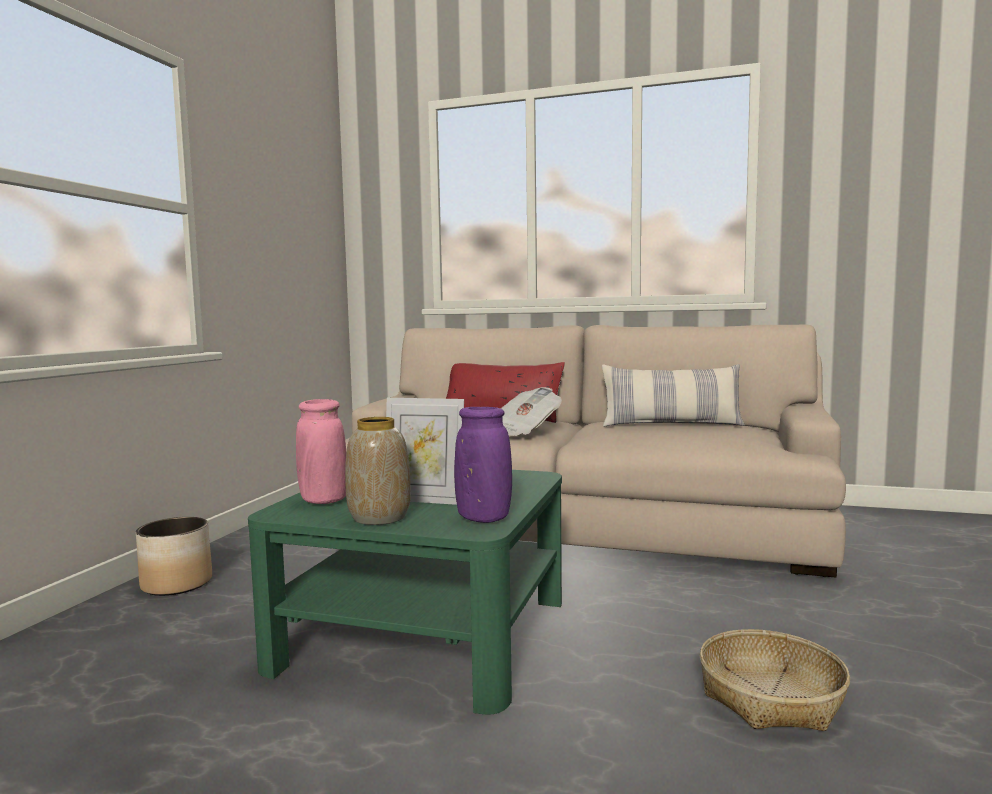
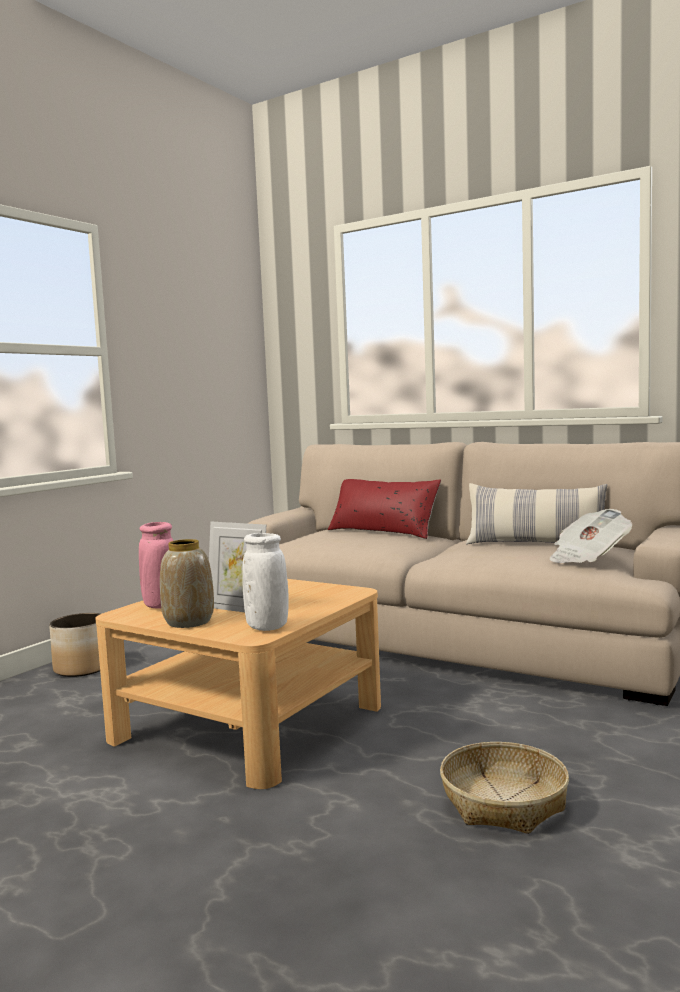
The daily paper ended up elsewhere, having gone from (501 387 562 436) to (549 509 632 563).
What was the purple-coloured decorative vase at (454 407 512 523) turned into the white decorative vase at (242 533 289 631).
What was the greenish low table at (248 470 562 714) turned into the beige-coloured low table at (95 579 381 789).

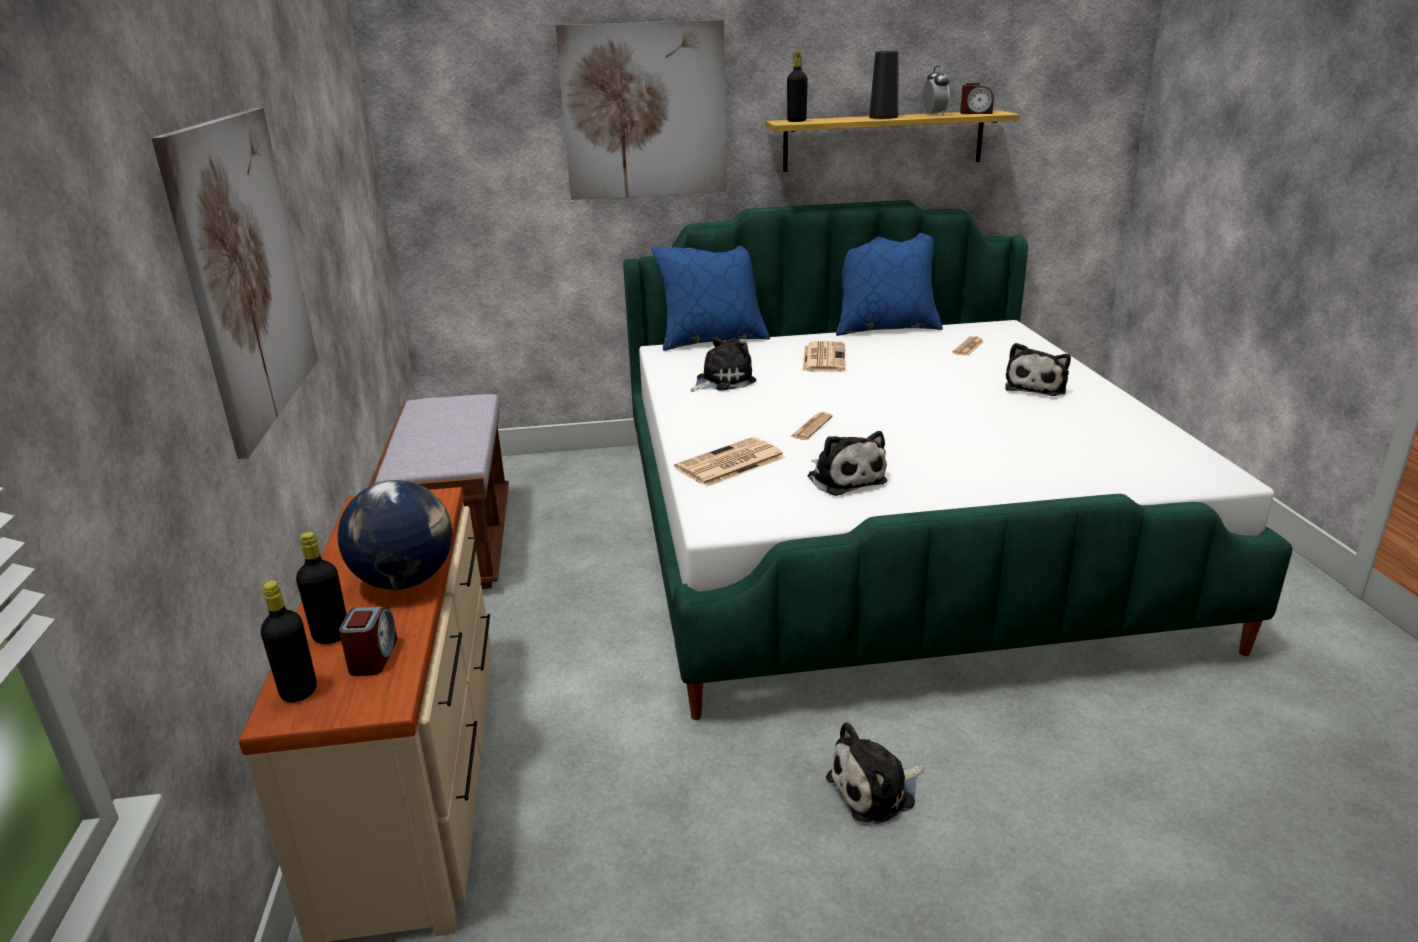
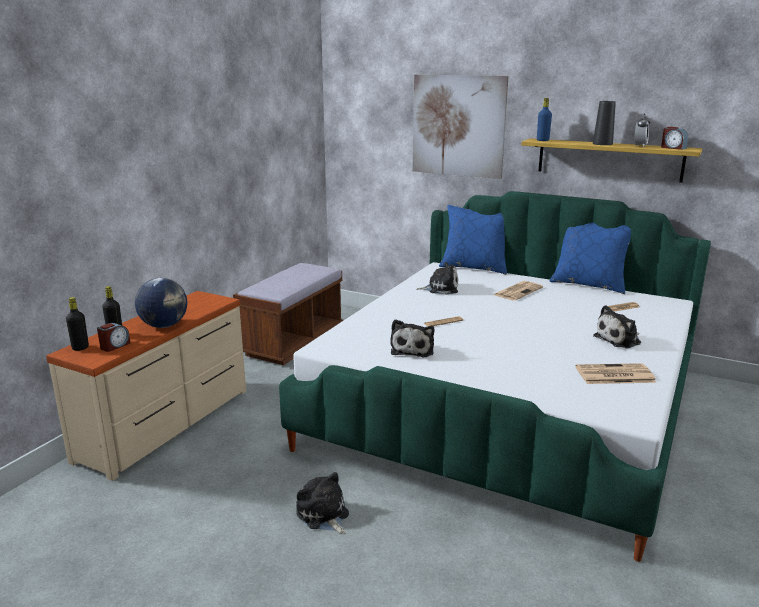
What was the blackish drink bottle at (787 52 808 122) turned into the bluish drink bottle at (537 98 552 141).
The second view lost the wall picture at (152 108 318 459).
The daily paper ended up elsewhere, having gone from (674 437 786 487) to (576 363 656 384).
The cuddly toy at (826 722 924 824) ended up facing another way, 45 degrees clockwise from before.

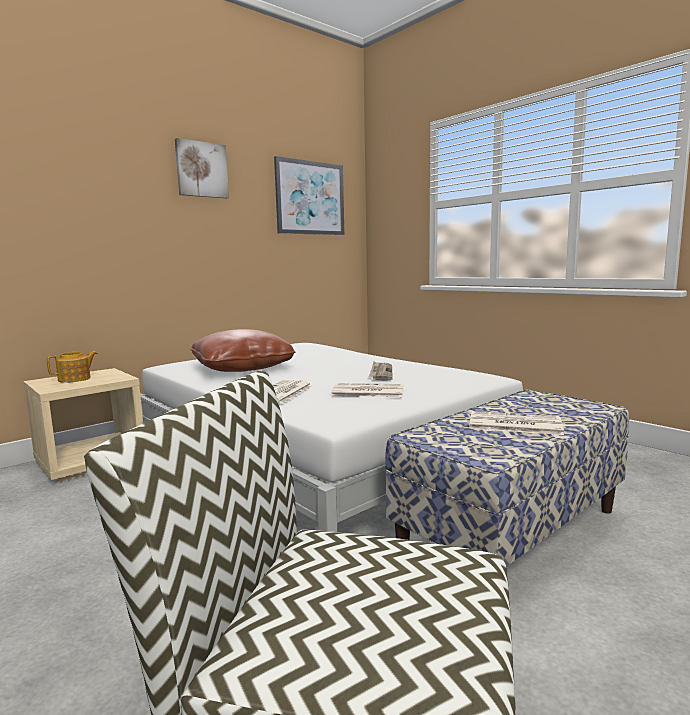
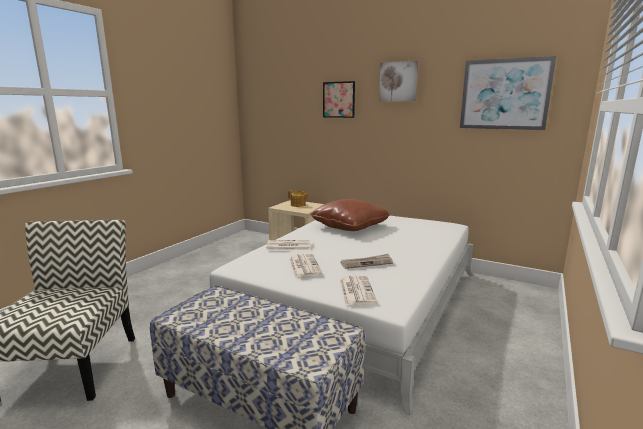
The daily paper ended up elsewhere, having gone from (469 411 564 435) to (340 275 377 306).
The second view gained the wall picture at (323 81 355 118).

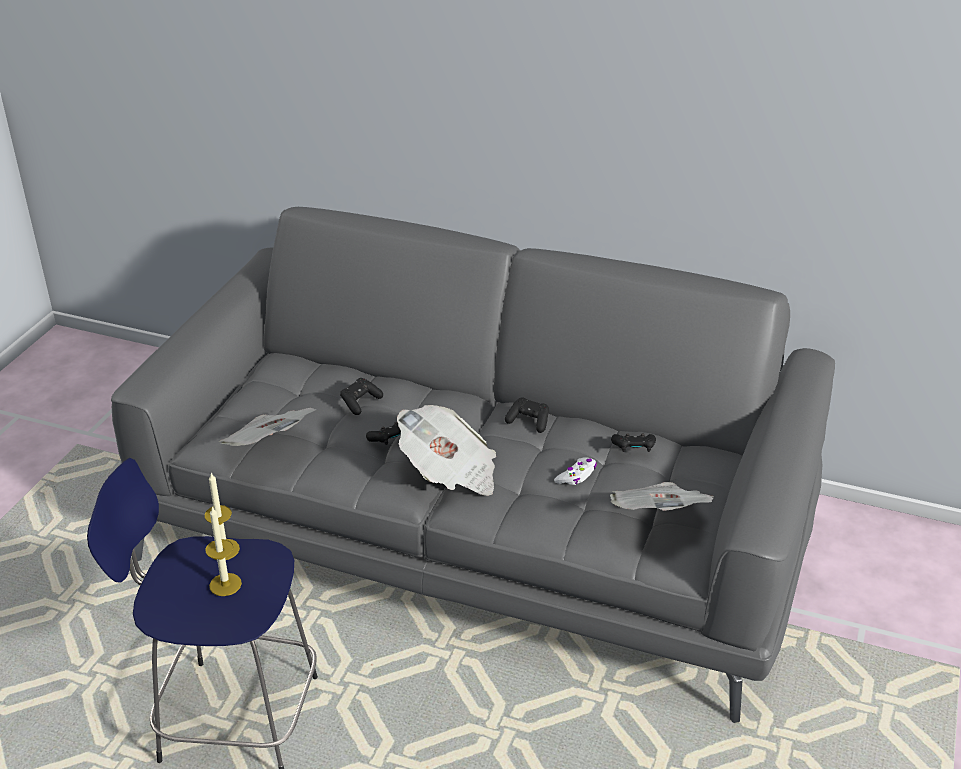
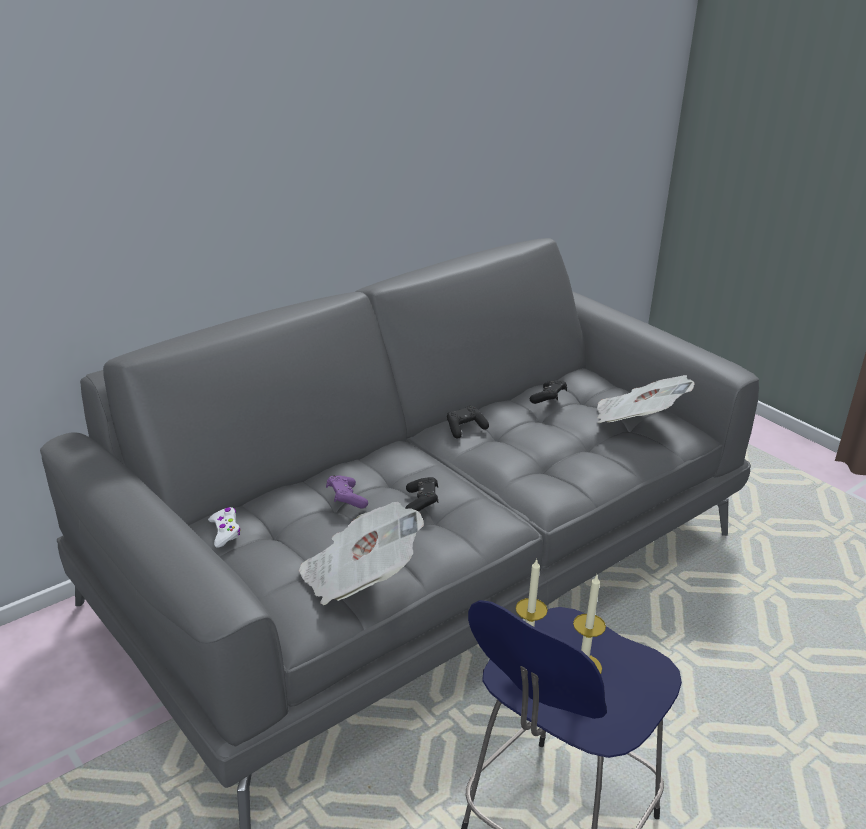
What was the blackish game controller at (340 378 383 415) turned into the purple-coloured game controller at (326 476 368 508).
The second view lost the daily paper at (397 405 496 496).
The white game controller ended up elsewhere, having gone from (554 457 597 485) to (208 507 240 548).

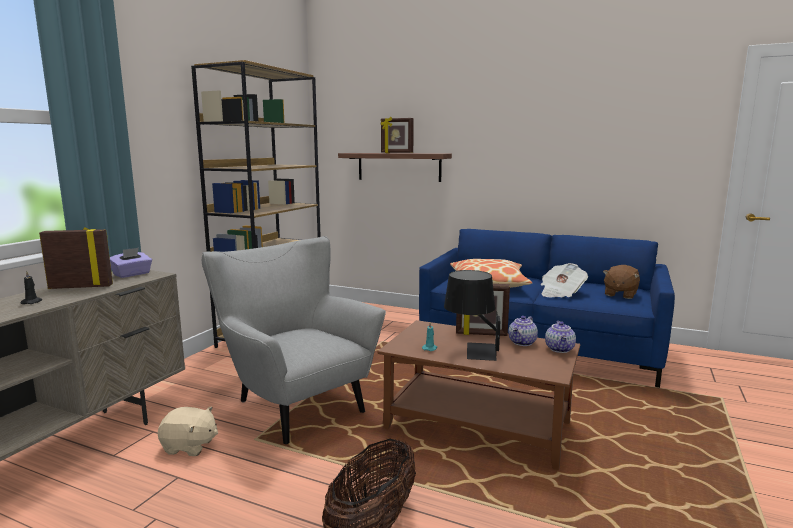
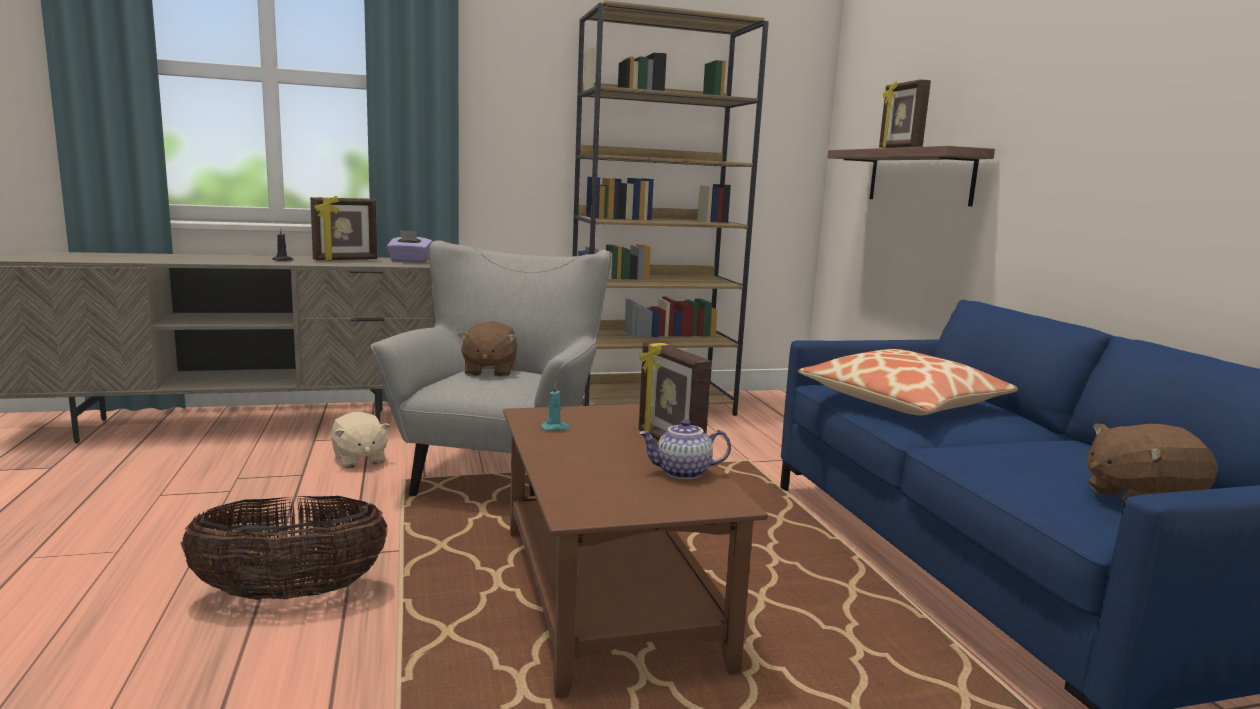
The picture frame at (39 227 113 289) ended up facing another way, 105 degrees clockwise from before.
The second view lost the daily paper at (541 263 588 297).
The second view lost the blackish lamp for a table at (444 270 500 361).
The second view lost the pot for tea at (545 321 576 353).
The second view gained the brown cuddly toy at (458 321 517 377).

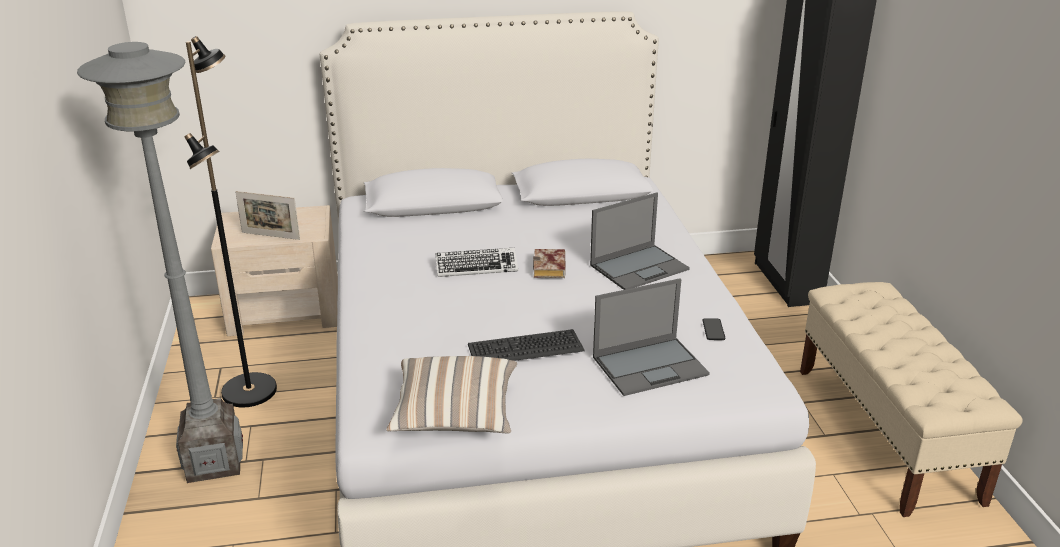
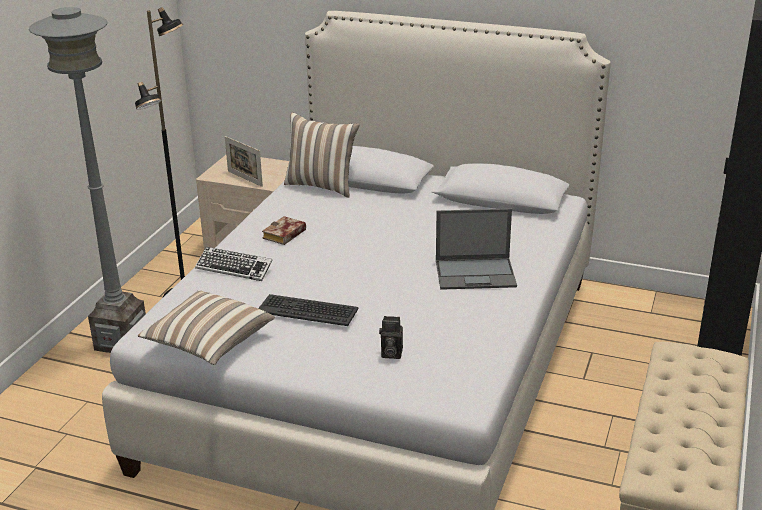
The computer keyboard ended up elsewhere, having gone from (435 248 518 277) to (195 247 273 281).
The bound book ended up elsewhere, having gone from (533 249 565 278) to (262 216 306 245).
Where the laptop stood at (593 278 710 396), the photo camera came to stand at (379 316 403 359).
The second view lost the telephone at (702 318 725 340).
The second view gained the cushion at (284 112 360 198).

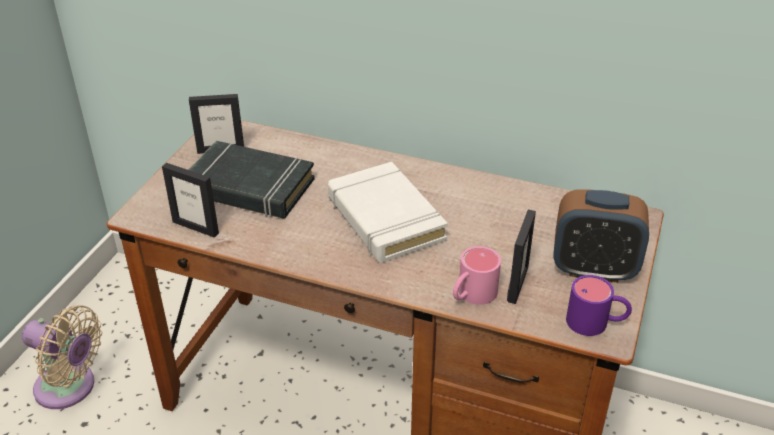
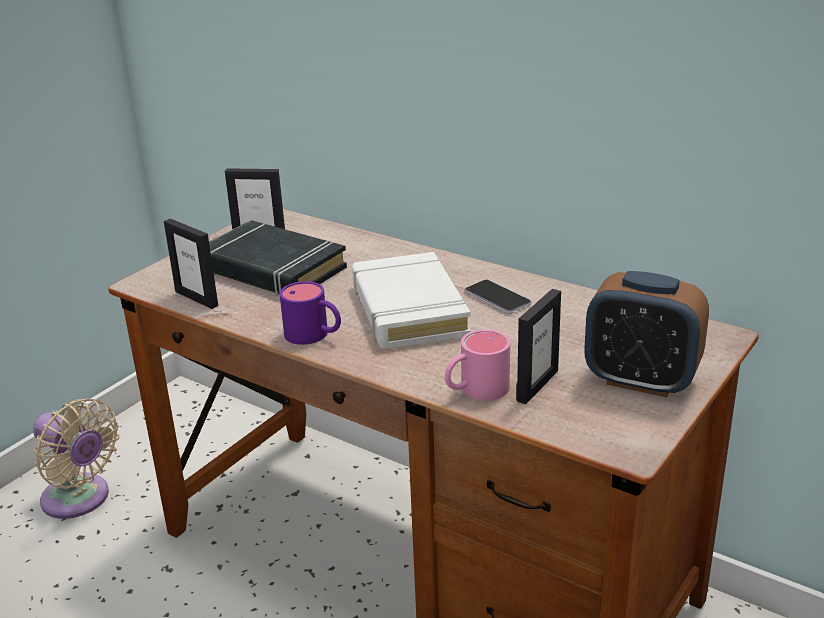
The purple-coloured tea mug ended up elsewhere, having gone from (566 275 632 336) to (280 281 341 345).
The second view gained the telephone at (465 280 532 314).

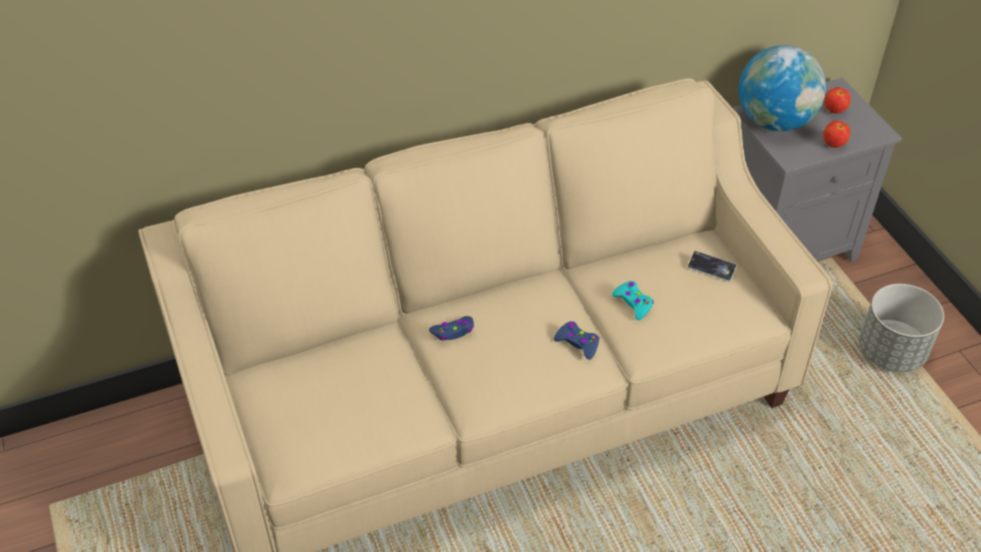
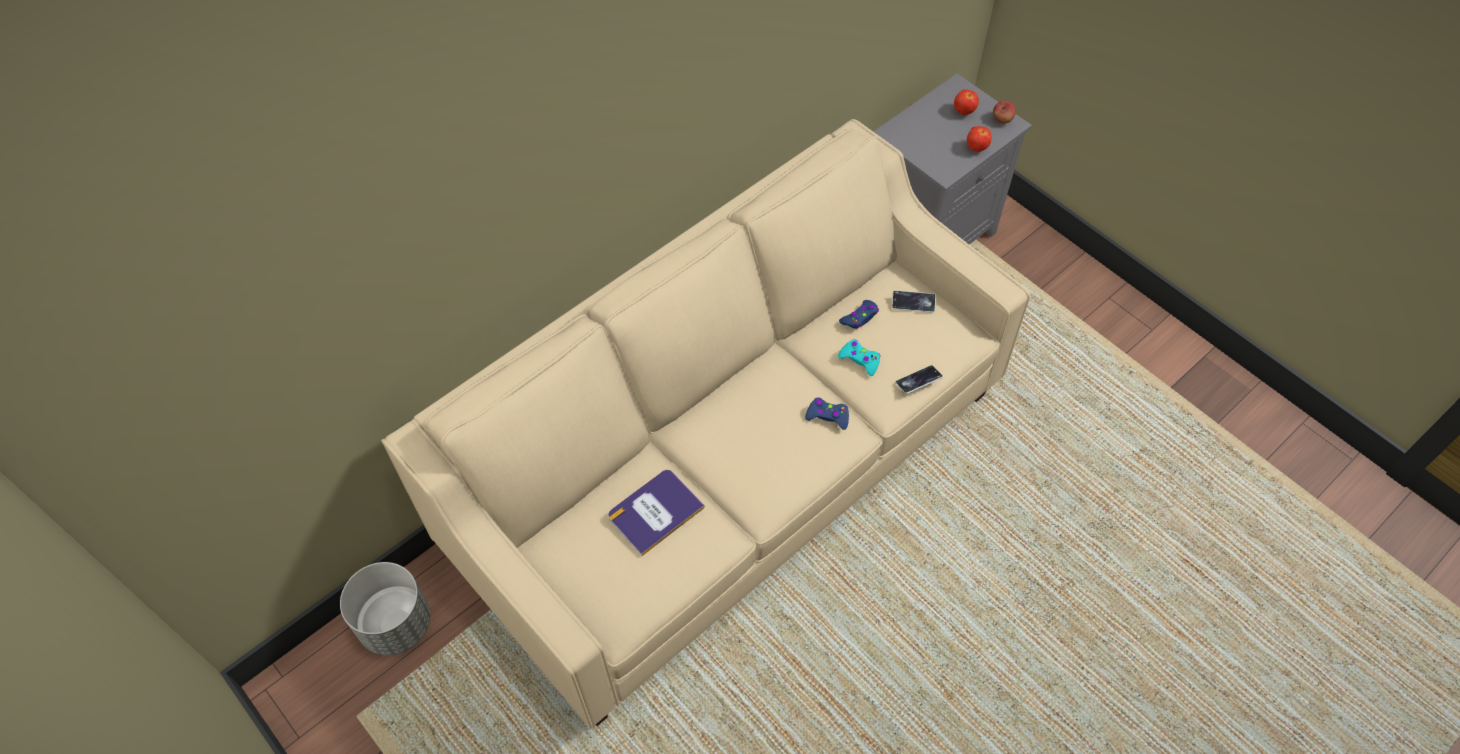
The second view lost the globe at (739 45 826 131).
The greyish flower pot ended up elsewhere, having gone from (859 284 944 372) to (340 562 430 655).
The bluish game controller ended up elsewhere, having gone from (429 316 474 341) to (839 300 879 329).
The second view gained the apple fruit at (993 101 1016 124).
The second view gained the telephone at (895 365 943 394).
The second view gained the bound book at (608 470 705 556).

